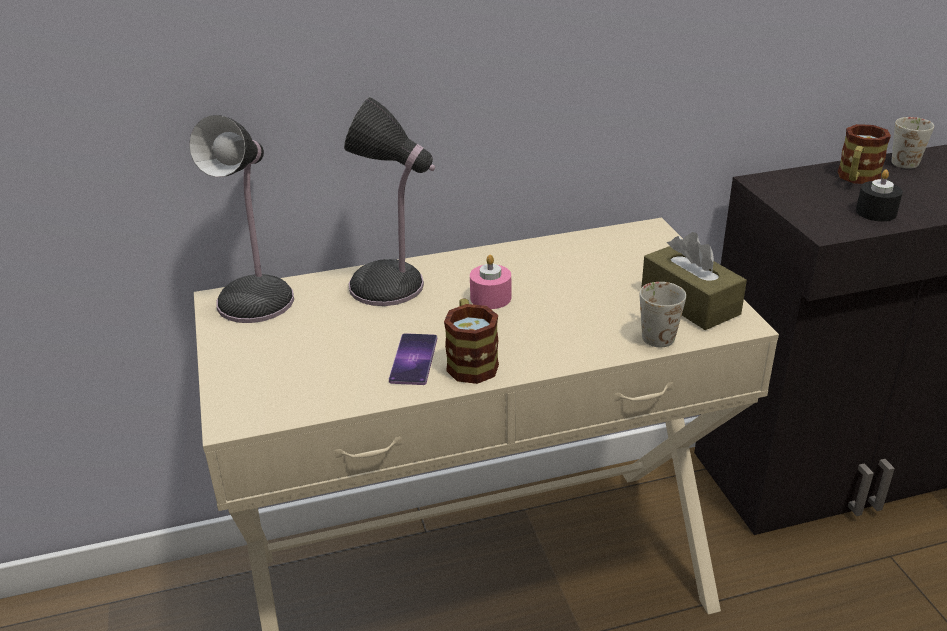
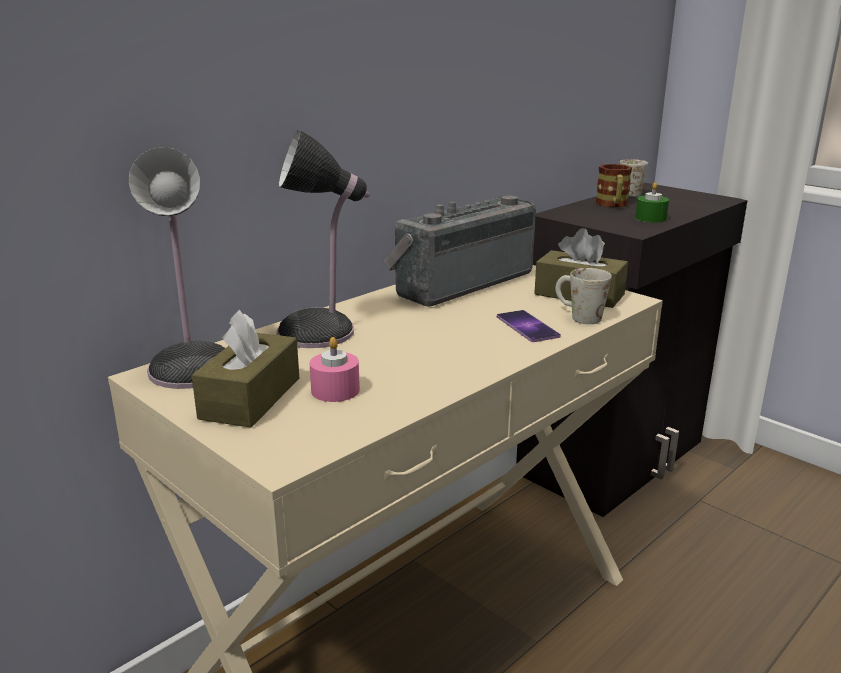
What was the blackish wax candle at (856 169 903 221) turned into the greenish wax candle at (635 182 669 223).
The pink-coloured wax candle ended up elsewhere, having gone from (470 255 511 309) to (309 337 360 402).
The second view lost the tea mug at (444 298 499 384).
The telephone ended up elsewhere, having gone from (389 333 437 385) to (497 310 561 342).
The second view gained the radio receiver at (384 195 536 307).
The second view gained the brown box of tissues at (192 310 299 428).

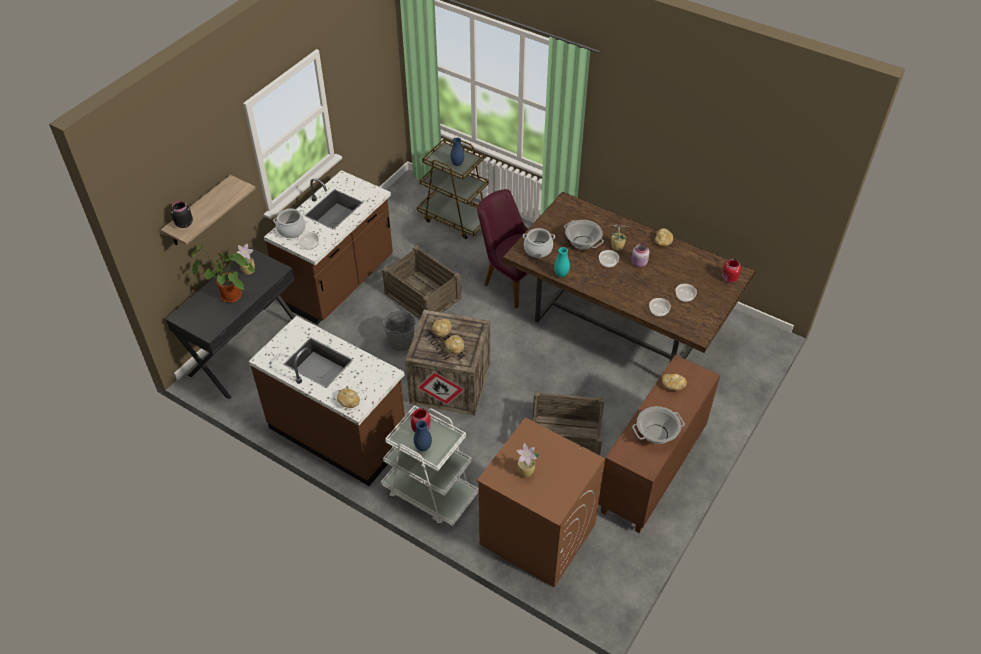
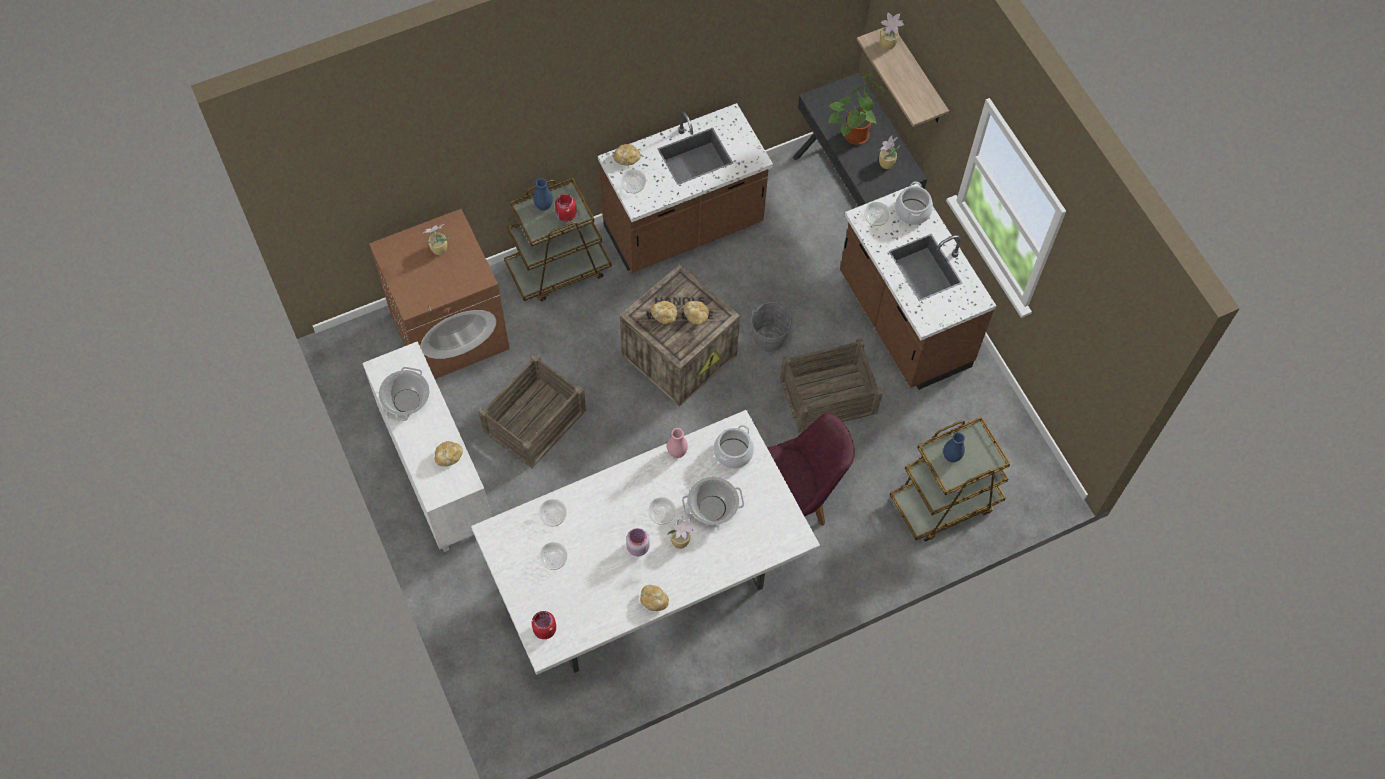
What was the brown kitchen table at (502 192 756 362) turned into the white kitchen table at (471 410 820 675).
Where the blackish storage jar stood at (171 201 193 228), the plant in a pot came to stand at (880 12 905 50).
What was the turquoise decorative vase at (554 247 570 277) turned into the pink-coloured decorative vase at (667 428 688 458).
What was the brown storage cabinet at (598 355 720 533) turned into the white storage cabinet at (362 341 491 552).
What was the white cart at (381 405 479 526) turned into the brown cart at (504 178 612 301).
The second view gained the bowl at (621 169 646 193).

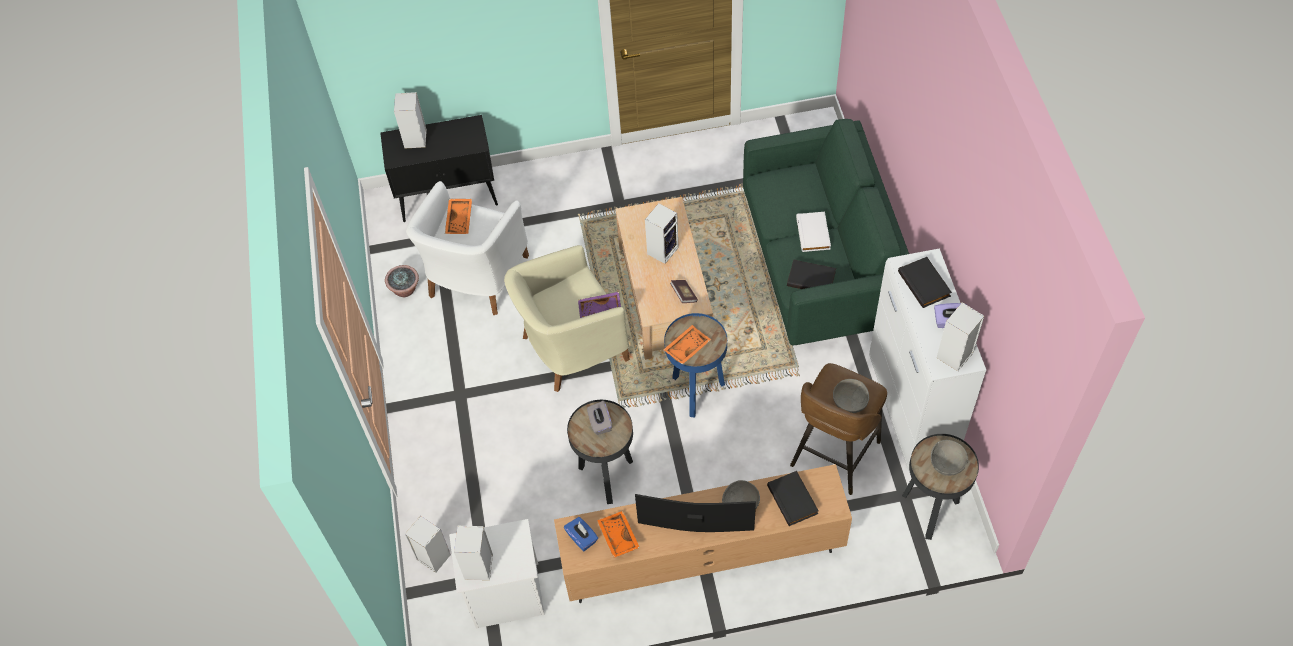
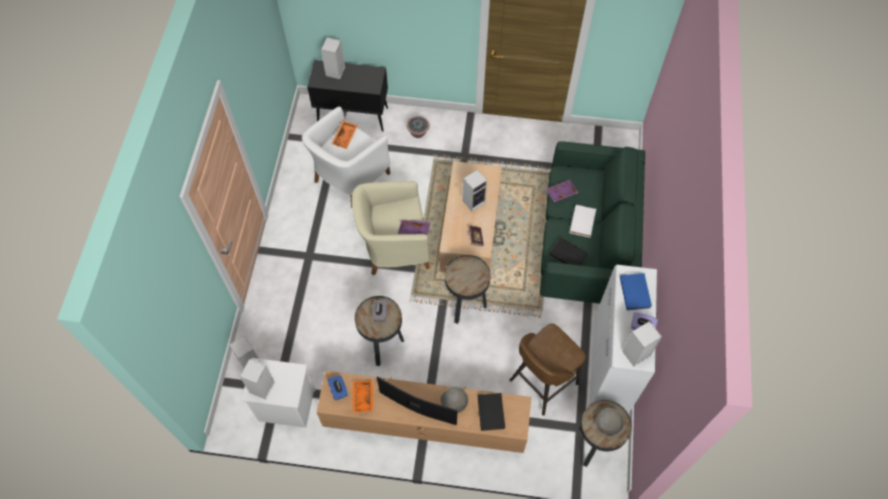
What was the blackish bound book at (898 257 952 308) turned into the bluish bound book at (620 273 652 310).
The plant in a pot ended up elsewhere, having gone from (385 265 419 297) to (406 116 430 138).
What was the bluish end table at (664 313 727 418) turned into the blackish end table at (445 255 491 324).
The second view lost the orange-coloured tray at (663 325 711 364).
The second view lost the greyish bowl at (833 379 869 413).
The second view gained the purple-coloured tray at (546 180 579 202).

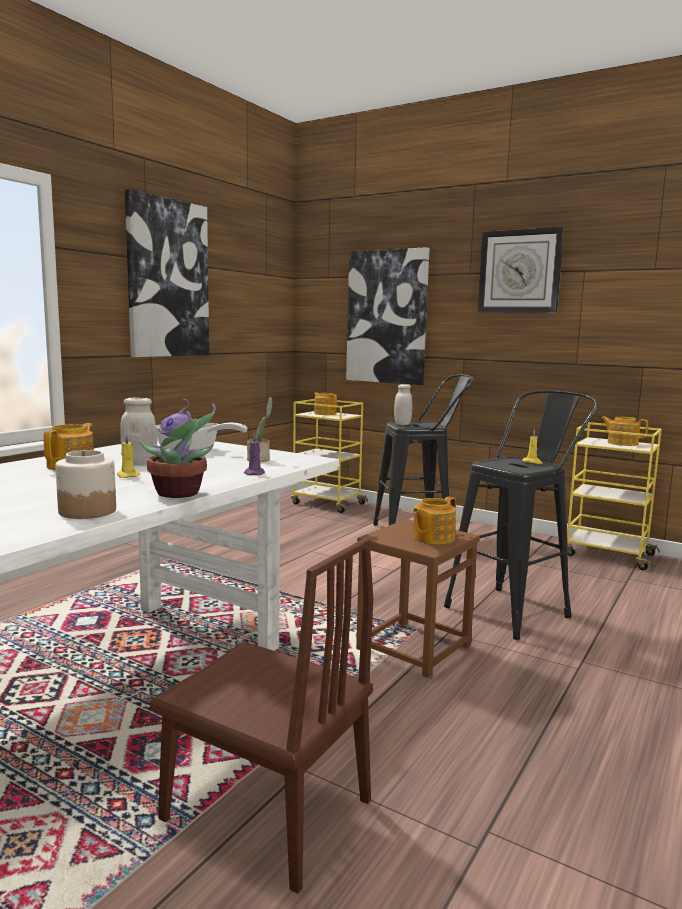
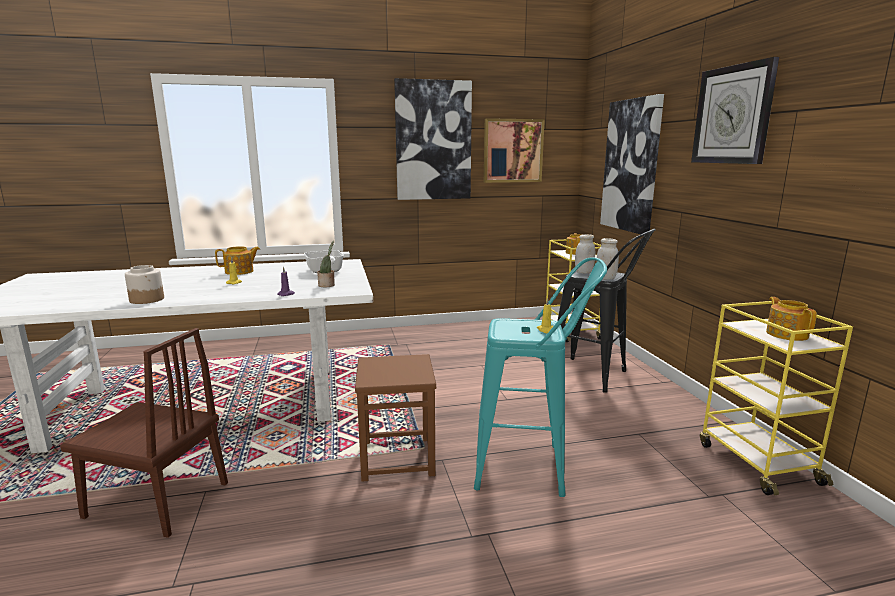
What was the blackish stool seat at (444 390 599 640) turned into the turquoise stool seat at (474 257 607 497).
The white storage jar ended up elsewhere, having gone from (120 398 157 465) to (596 238 619 280).
The second view lost the plant in a pot at (140 399 216 498).
The second view lost the pot for tea at (413 496 456 544).
The brown upright chair at (150 537 373 894) ended up facing another way, 60 degrees counterclockwise from before.
The second view gained the wall picture at (484 118 545 183).

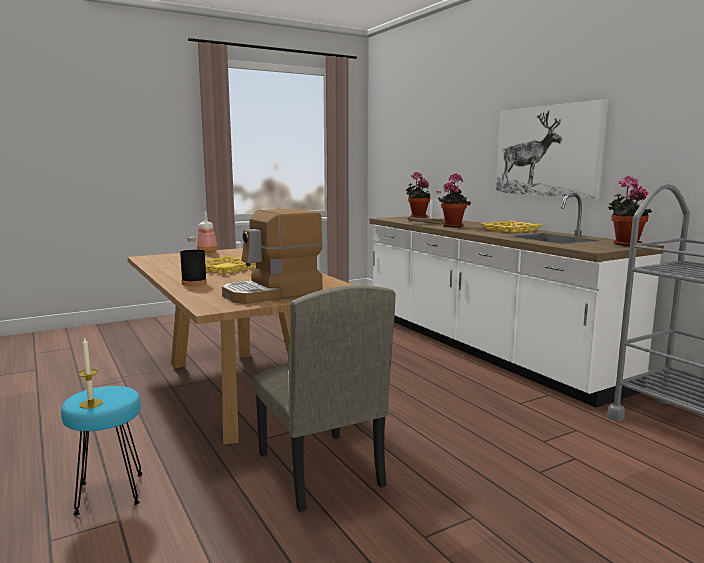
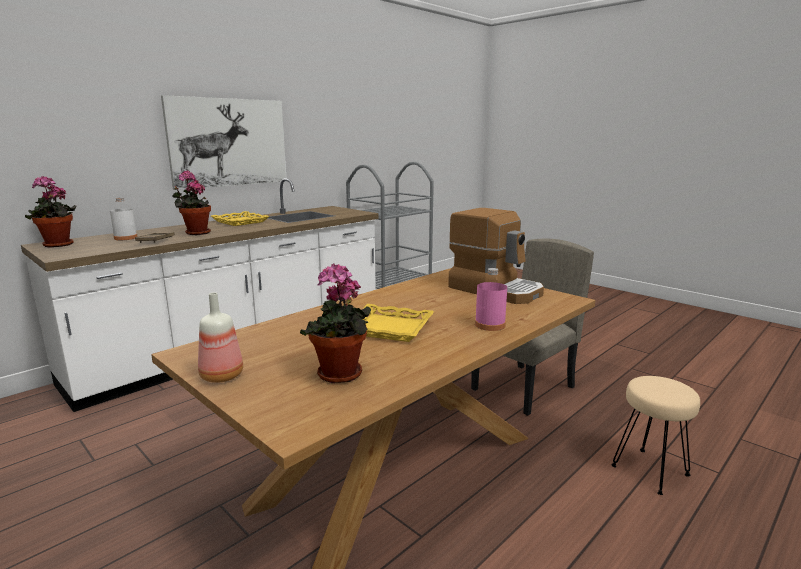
The plant in a pot ended up elsewhere, having gone from (609 176 652 246) to (300 263 371 383).
What was the blackish drink bottle at (180 237 207 286) turned into the pink-coloured drink bottle at (475 268 507 331).
The second view lost the wax candle at (78 337 103 409).
What was the turquoise stool seat at (61 386 143 515) turned into the beige-coloured stool seat at (611 376 700 495).

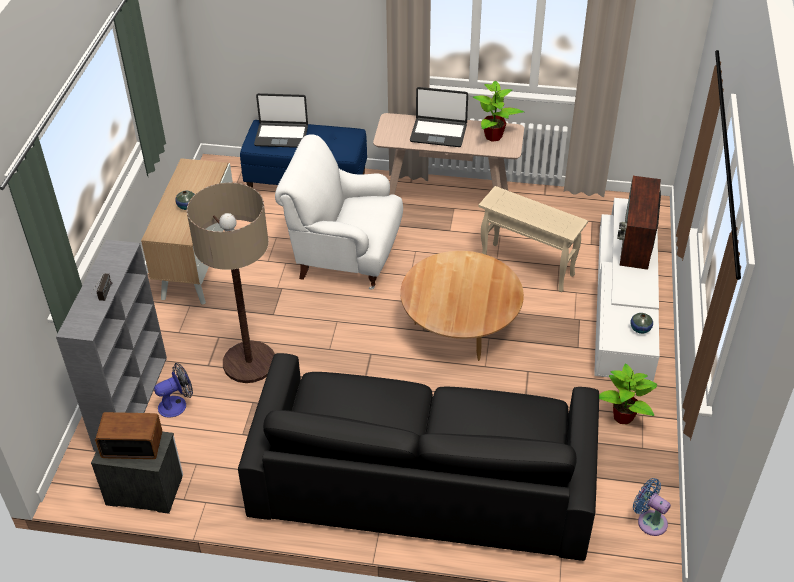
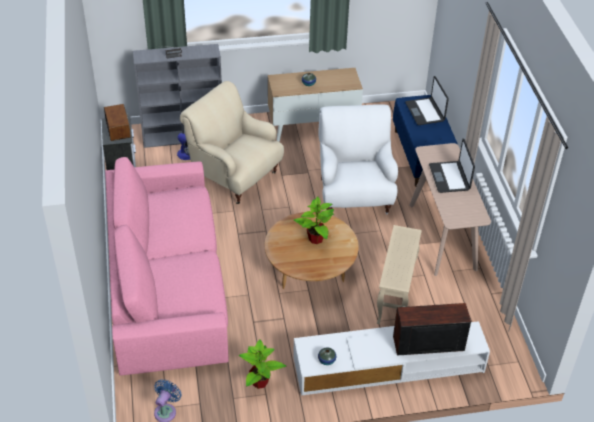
The plant in a pot ended up elsewhere, having gone from (473 81 524 142) to (294 196 334 244).
Where the standing lamp stood at (187 183 275 383), the beige-coloured armchair came to stand at (180 81 284 204).
What was the blackish sofa at (238 353 599 561) turned into the pink-coloured sofa at (105 157 229 376).

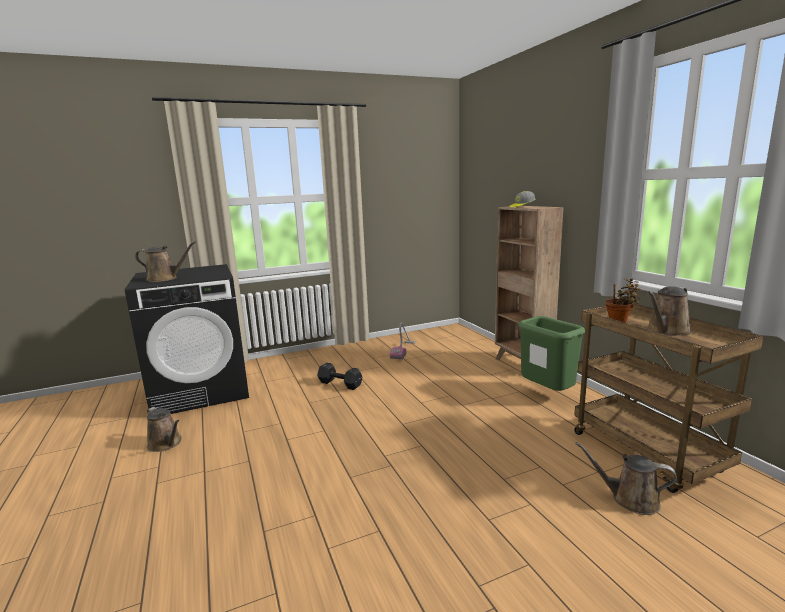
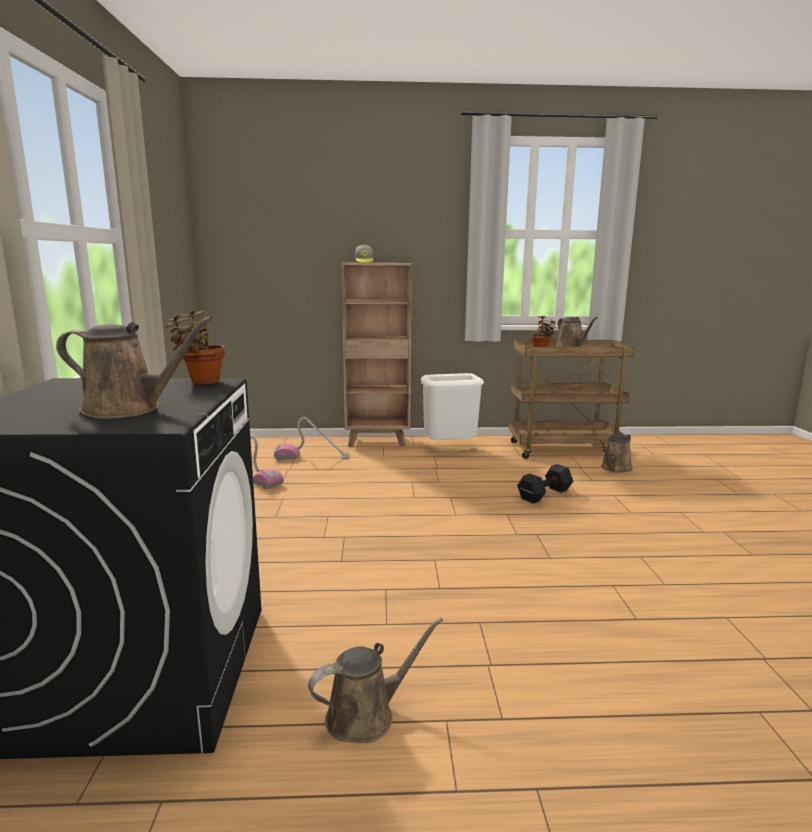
The brown sprinkling can at (135 241 196 282) ended up facing another way, 75 degrees clockwise from before.
What was the greenish rubbish bin at (518 316 585 391) turned into the white rubbish bin at (421 373 484 440).
The blackish dumbbell ended up elsewhere, having gone from (317 363 362 390) to (517 464 573 504).
The second view gained the plant in a pot at (165 310 225 385).
The second view gained the vacuum at (274 417 349 461).

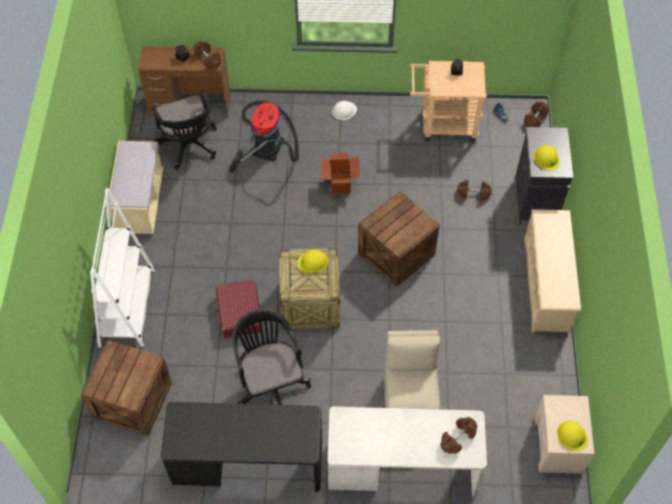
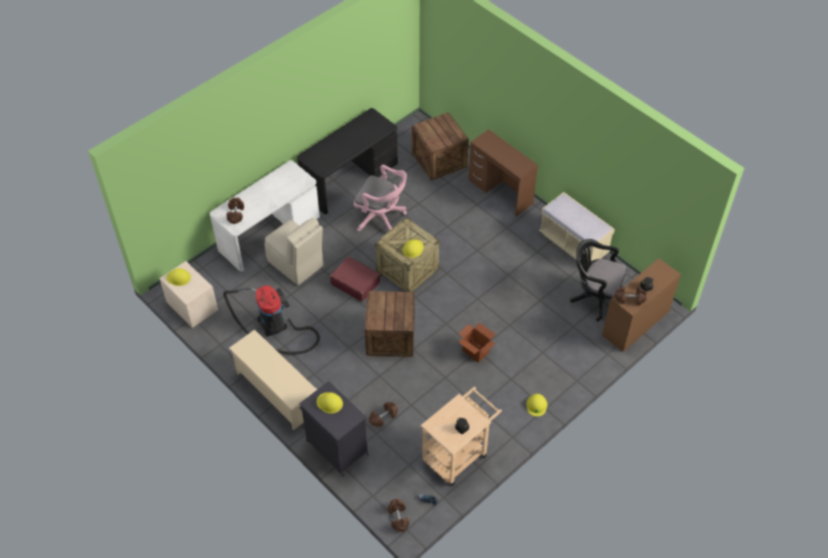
The vacuum ended up elsewhere, having gone from (229 101 299 173) to (223 285 320 355).
What was the white safety helmet at (332 101 357 120) turned into the yellow-coloured safety helmet at (526 394 547 417).
Where the white bookshelf stood at (90 188 155 348), the brown desk unit came to stand at (469 129 538 217).
The reddish travel case ended up elsewhere, having gone from (216 280 263 338) to (330 257 380 302).
What was the blackish office chair at (232 309 311 405) turned into the pink-coloured office chair at (353 165 407 231).

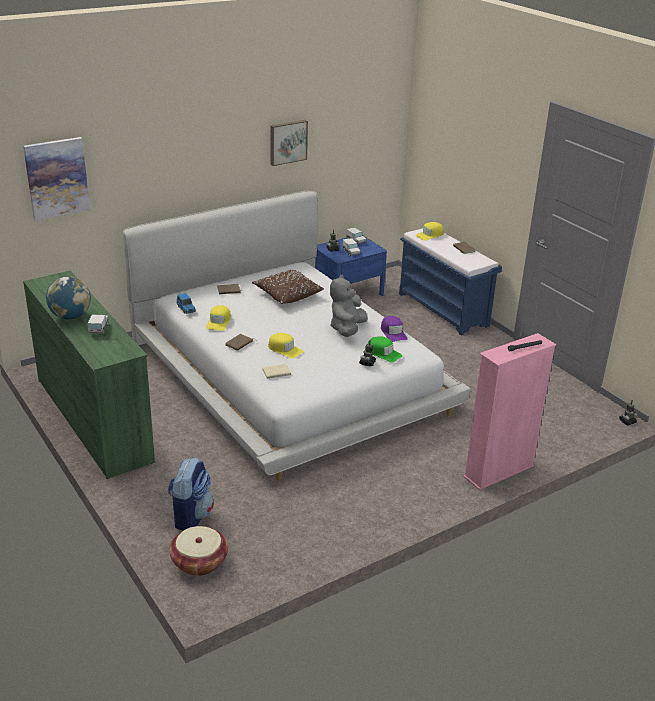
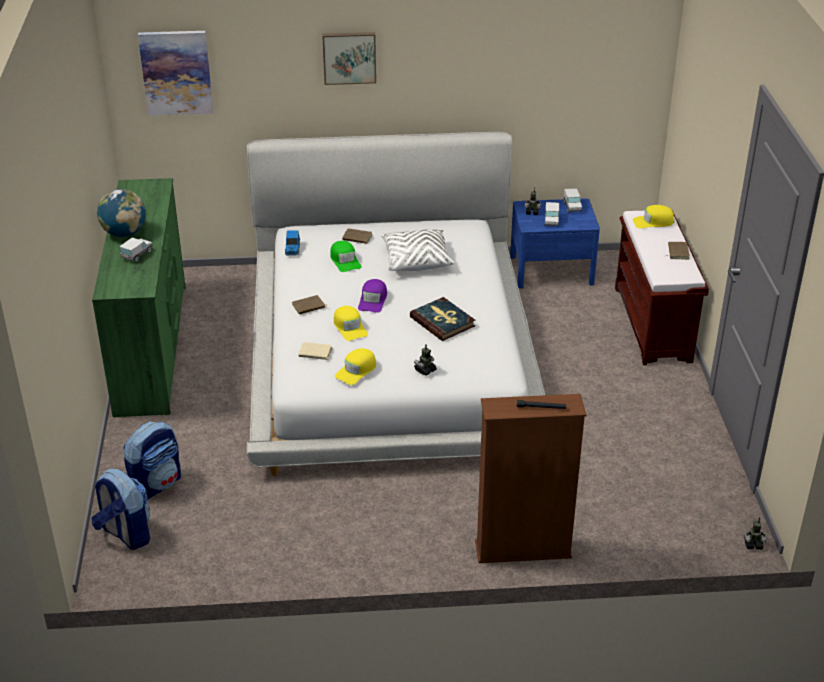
The wall picture ended up elsewhere, having gone from (270 120 308 166) to (322 32 376 85).
What was the bluish long seat at (399 228 502 336) turned into the brown long seat at (615 211 709 365).
What was the brown cushion at (252 270 324 304) turned into the white cushion at (381 229 455 271).
Where the greyish cuddly toy stood at (330 274 368 337), the bound book came to stand at (410 297 475 341).
The yellow-coloured peaked cap ended up elsewhere, having gone from (206 305 231 331) to (335 348 376 385).
The purple-coloured peaked cap ended up elsewhere, having gone from (381 316 408 342) to (358 279 387 313).
What was the pink-coloured bookshelf at (463 333 556 490) turned into the brown bookshelf at (475 394 587 563).
The greenish peaked cap ended up elsewhere, having gone from (368 336 402 362) to (330 241 361 272).
Where the basket stood at (169 526 228 576), the backpack came to stand at (91 468 150 550).

